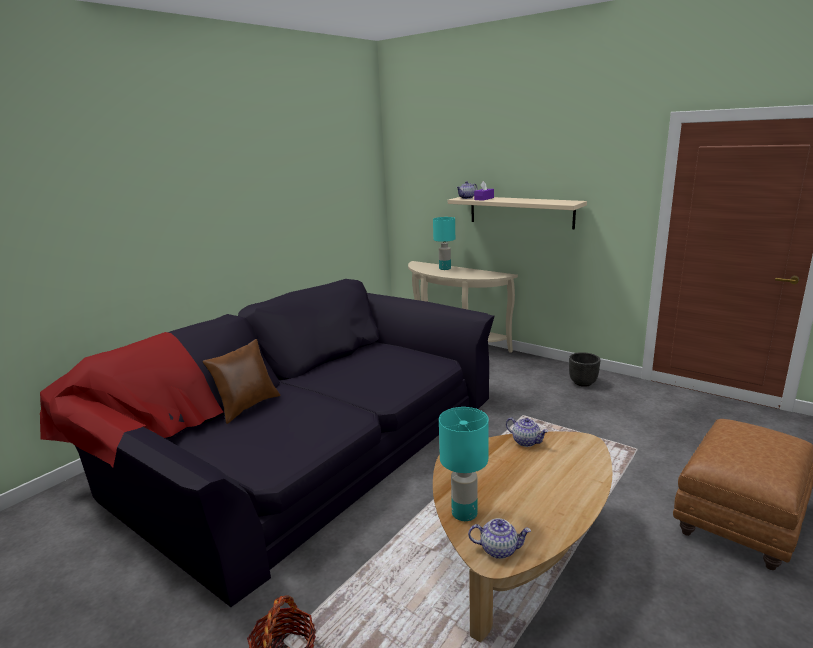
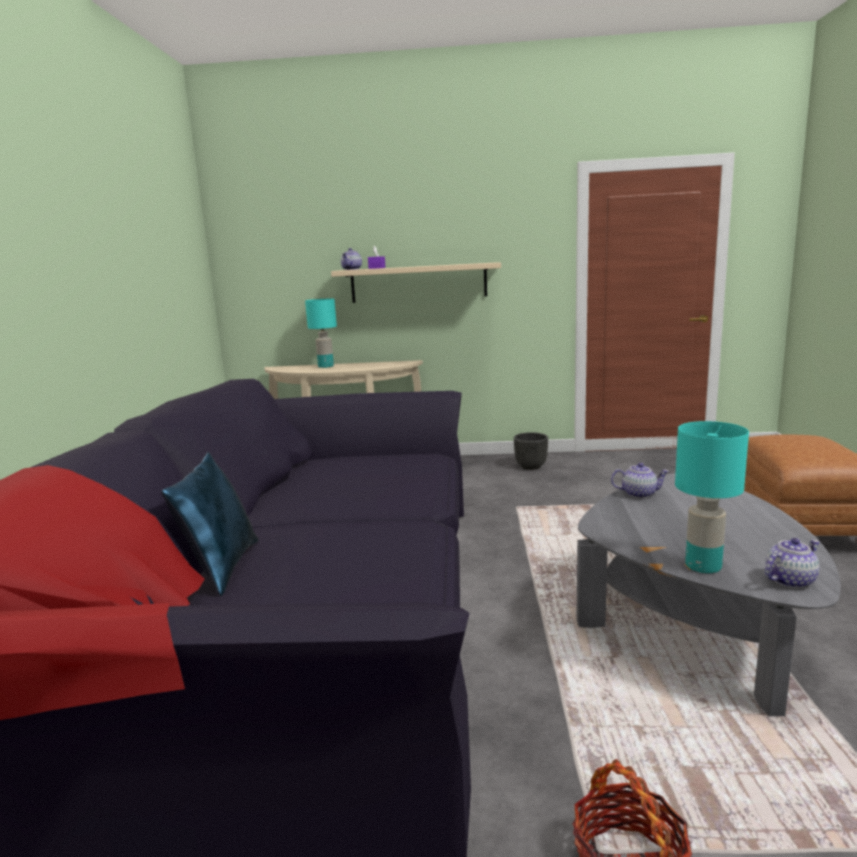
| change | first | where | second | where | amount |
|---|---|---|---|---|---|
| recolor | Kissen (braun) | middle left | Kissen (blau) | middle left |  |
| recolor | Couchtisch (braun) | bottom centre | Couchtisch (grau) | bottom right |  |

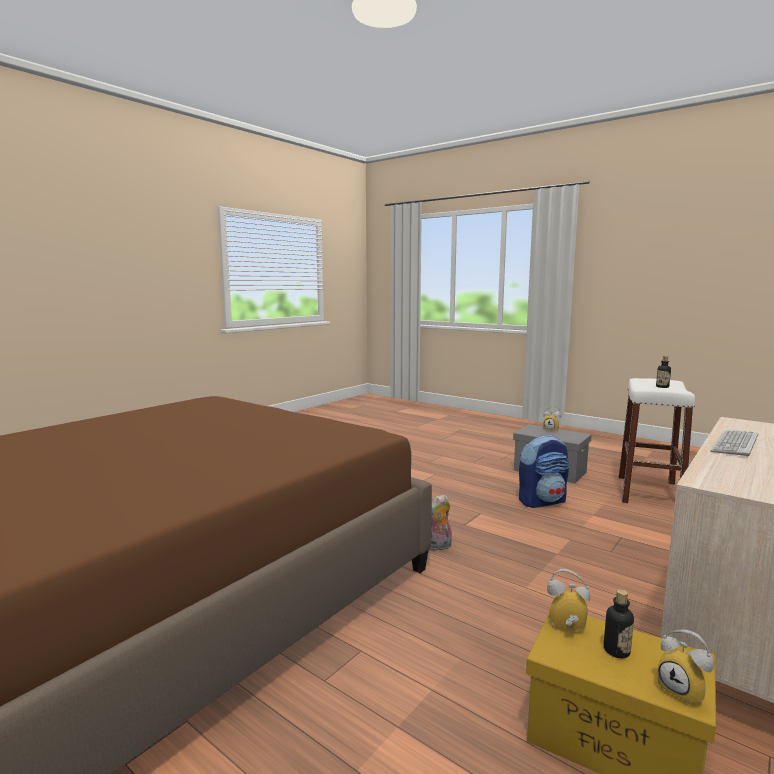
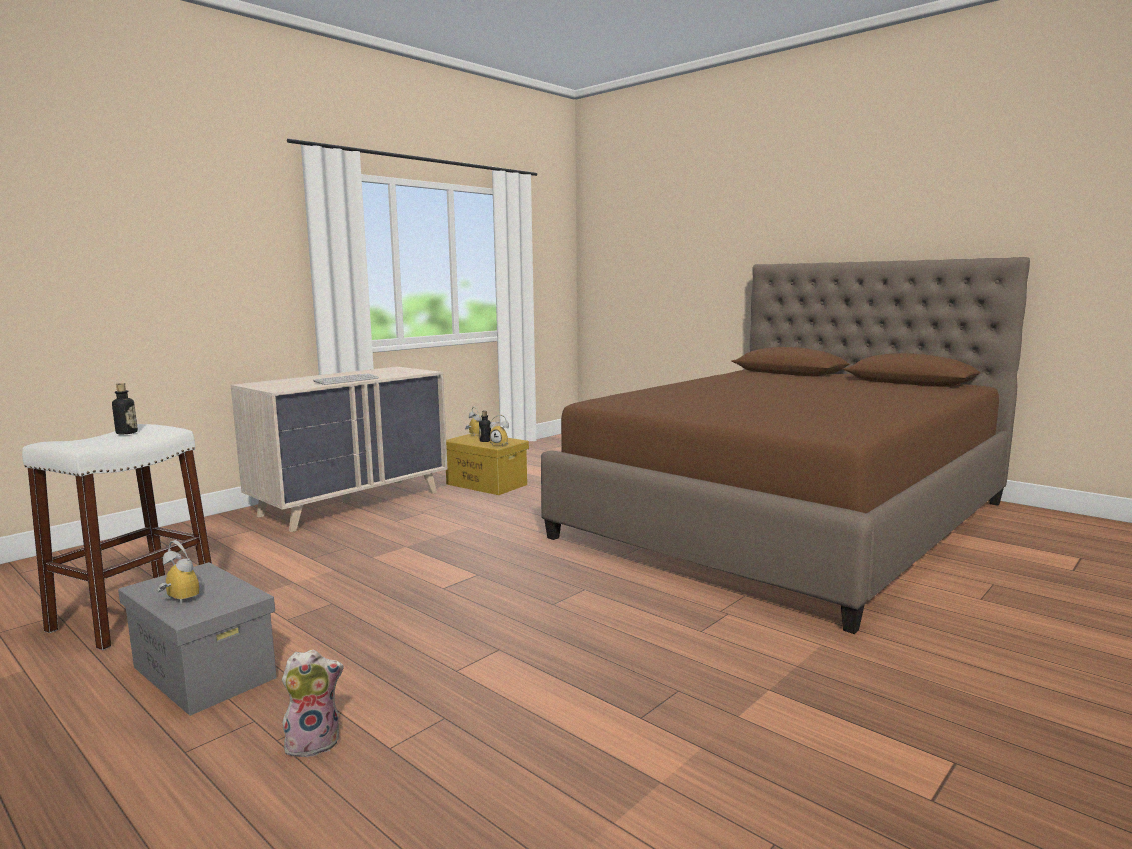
| change | first | where | second | where | amount |
|---|---|---|---|---|---|
| delete | Rucksack | middle right |  |  |  |
| move | Plüschtier | bottom centre |  | bottom left |  |

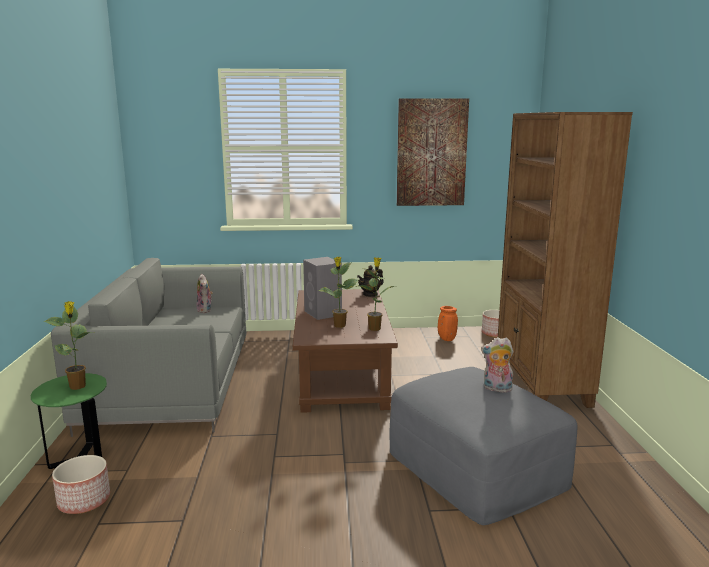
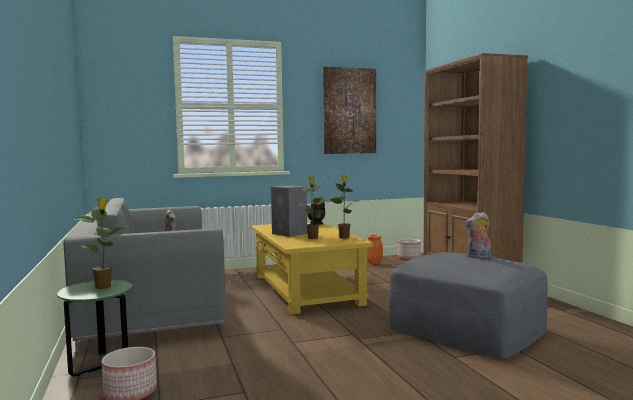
| change | first | where | second | where | amount |
|---|---|---|---|---|---|
| recolor | Couchtisch (braun) | centre | Couchtisch (gelb) | bottom centre |  |

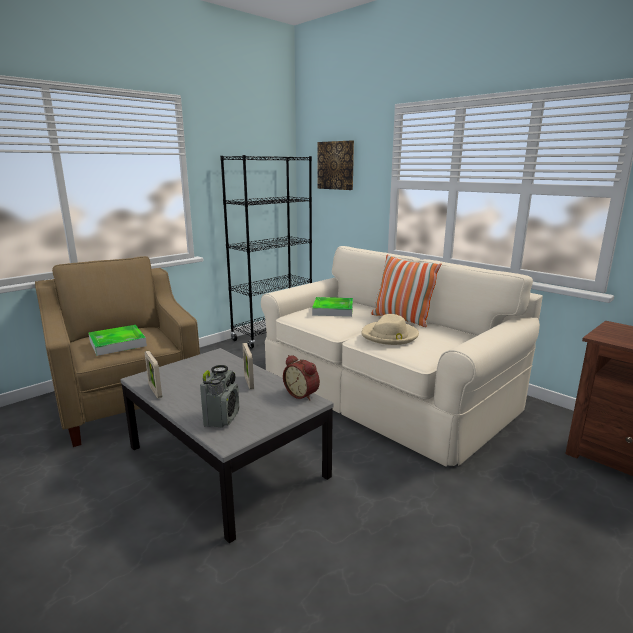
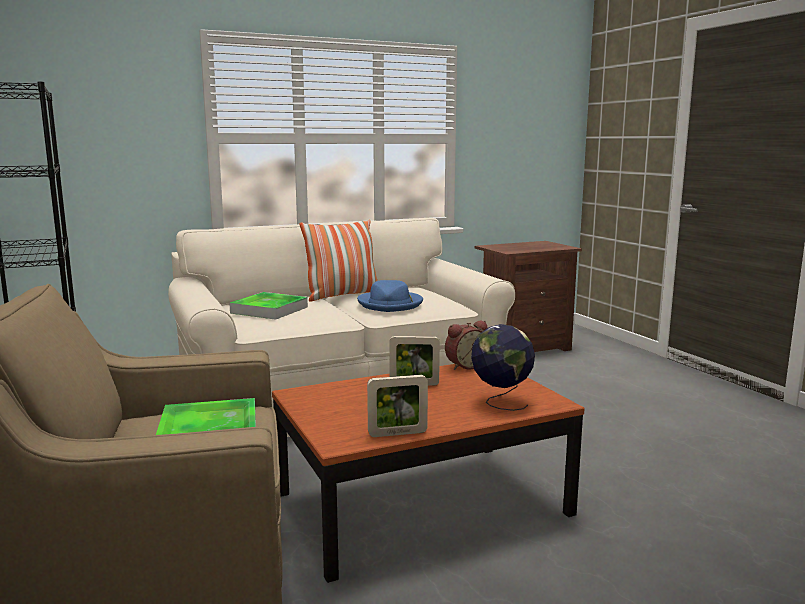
| change | first | where | second | where | amount |
|---|---|---|---|---|---|
| delete | Bild | top centre |  |  |  |
| recolor | Hut (beige) | centre | Hut (blau) | centre |  |
| recolor | Couchtisch (grau) | bottom centre | Couchtisch (braun) | bottom centre |  |
| replace | Radio | centre | Globus | centre |  |

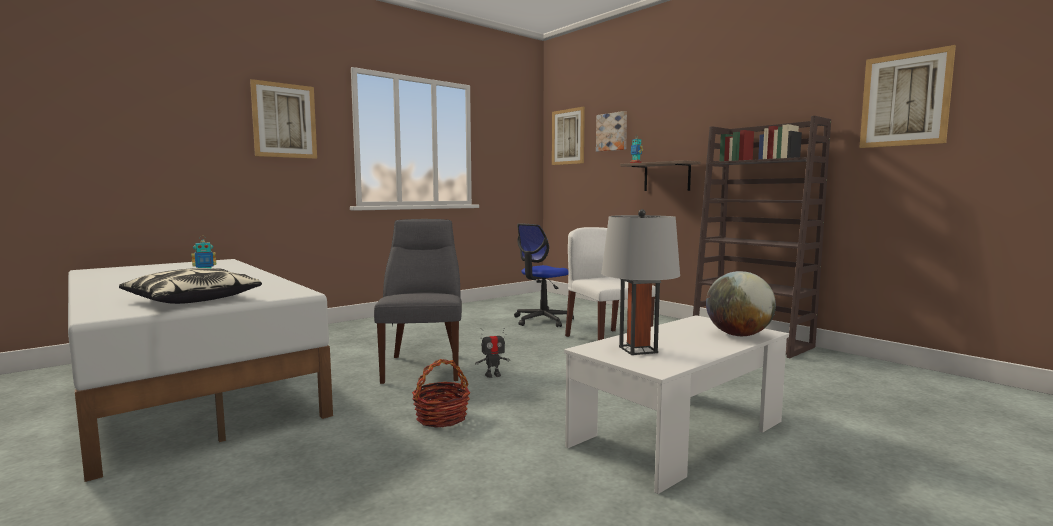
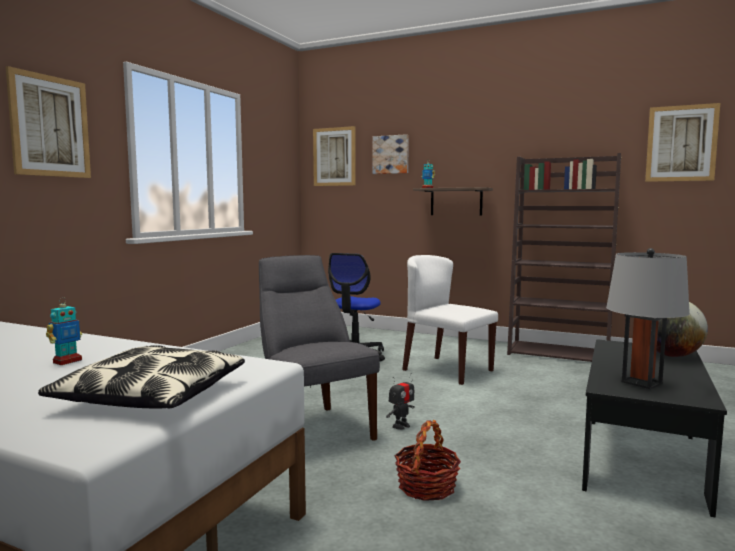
| change | first | where | second | where | amount |
|---|---|---|---|---|---|
| recolor | Couchtisch (weiß) | bottom centre | Couchtisch (schwarz) | bottom right |  |

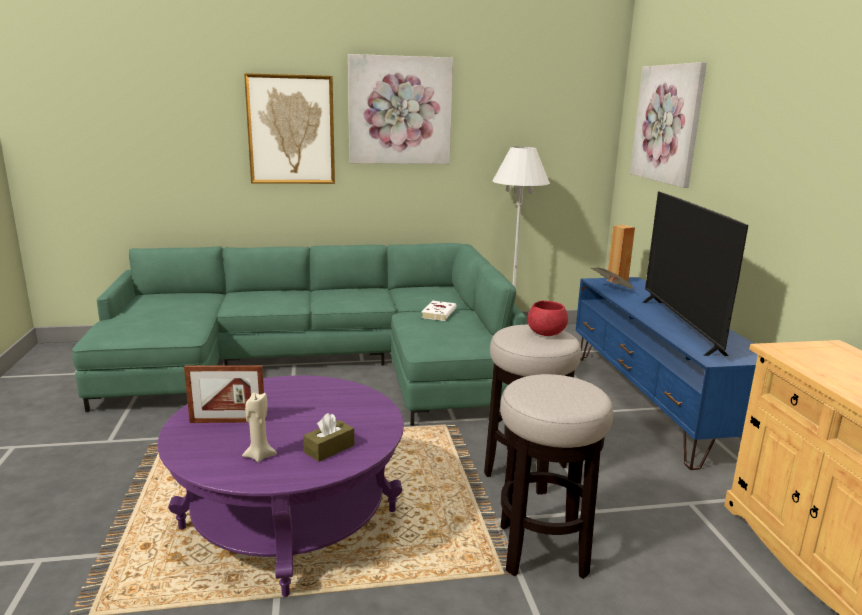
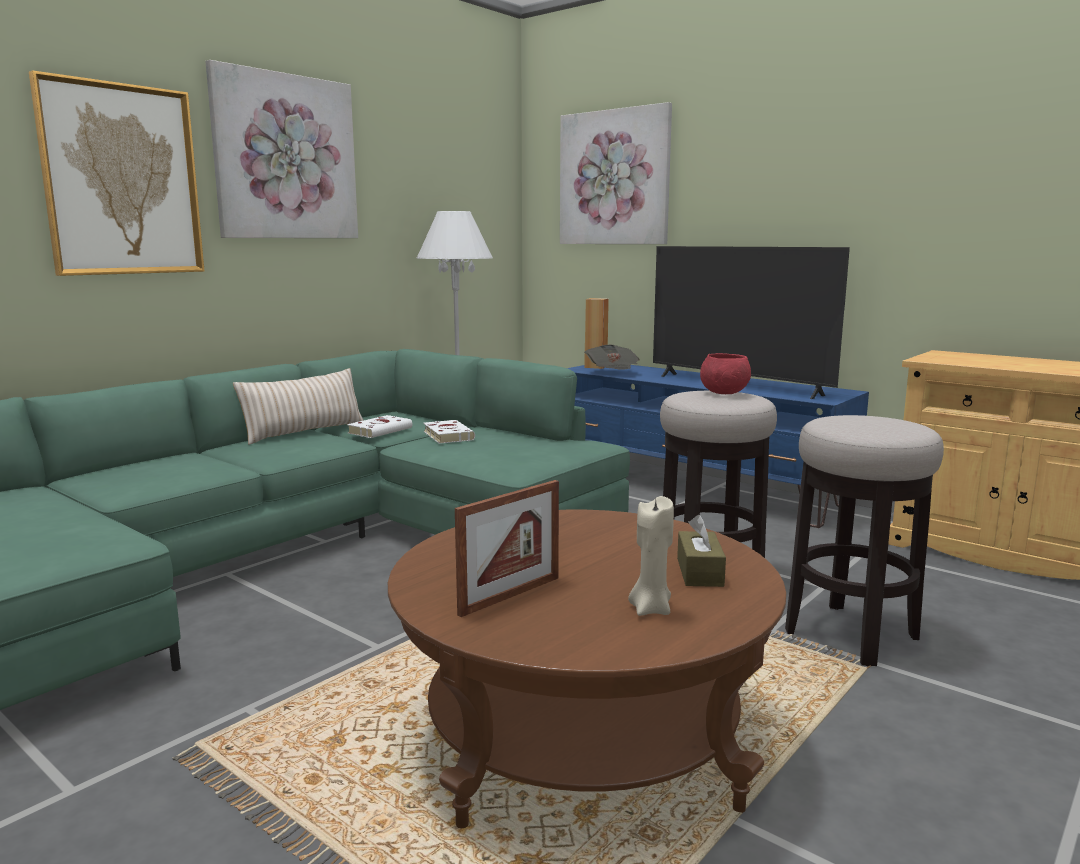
| change | first | where | second | where | amount |
|---|---|---|---|---|---|
| recolor | Couchtisch (lila) | bottom left | Couchtisch (braun) | bottom centre |  |
| insert |  |  | Kissen (beige) | middle left |  |
| insert |  |  | Buch (weiß) (1st from left) | centre |  |

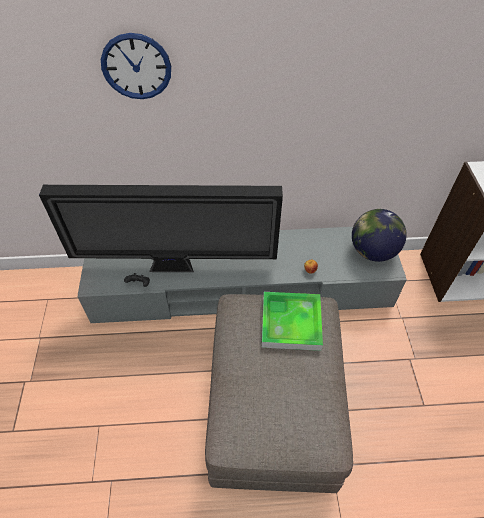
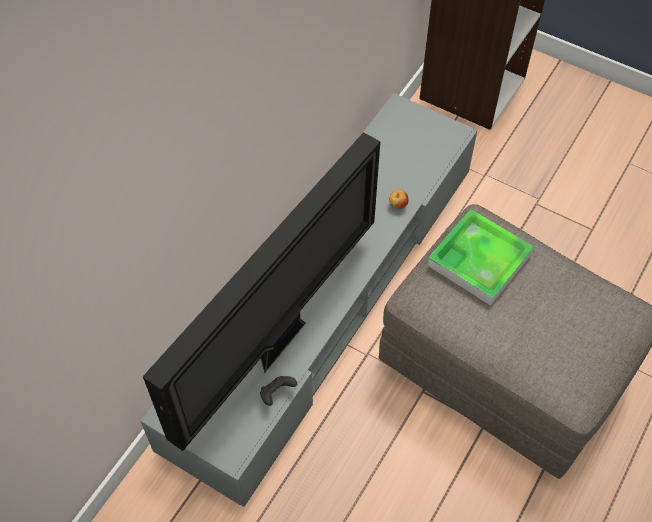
| change | first | where | second | where | amount |
|---|---|---|---|---|---|
| delete | Wanduhr | top left |  |  |  |
| delete | Globus | middle right |  |  |  |

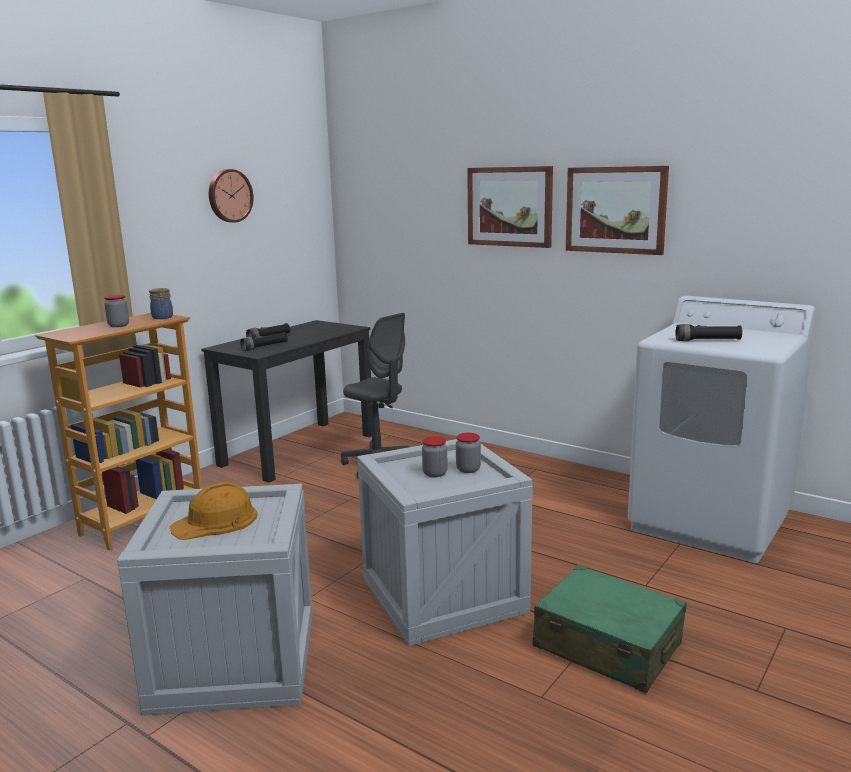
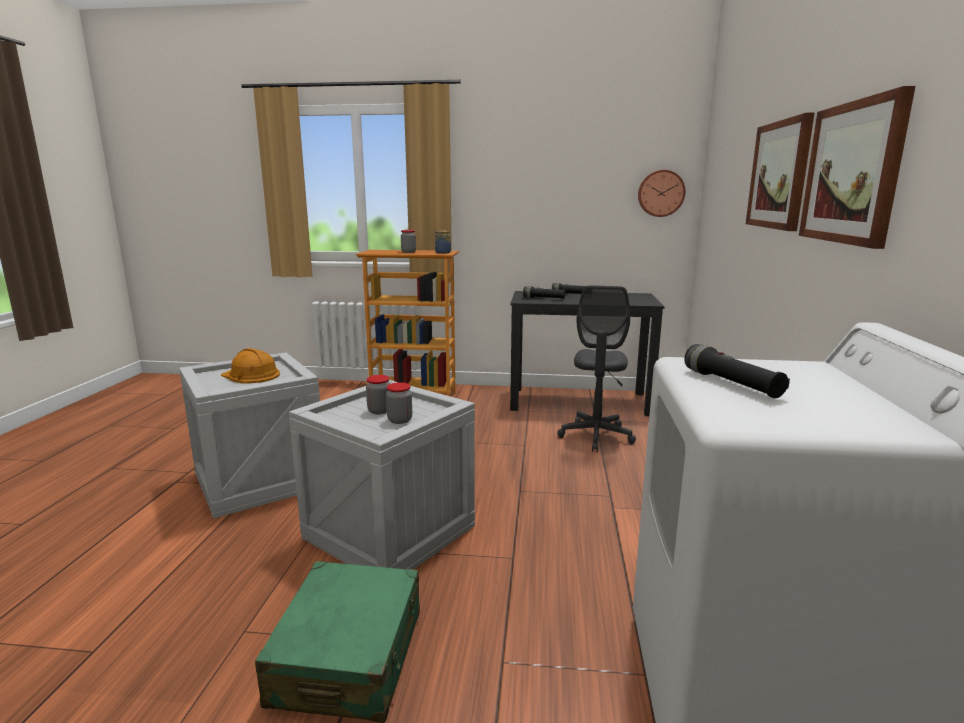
| change | first | where | second | where | amount |
|---|---|---|---|---|---|
| move | Wanduhr | top left |  | top right |  |

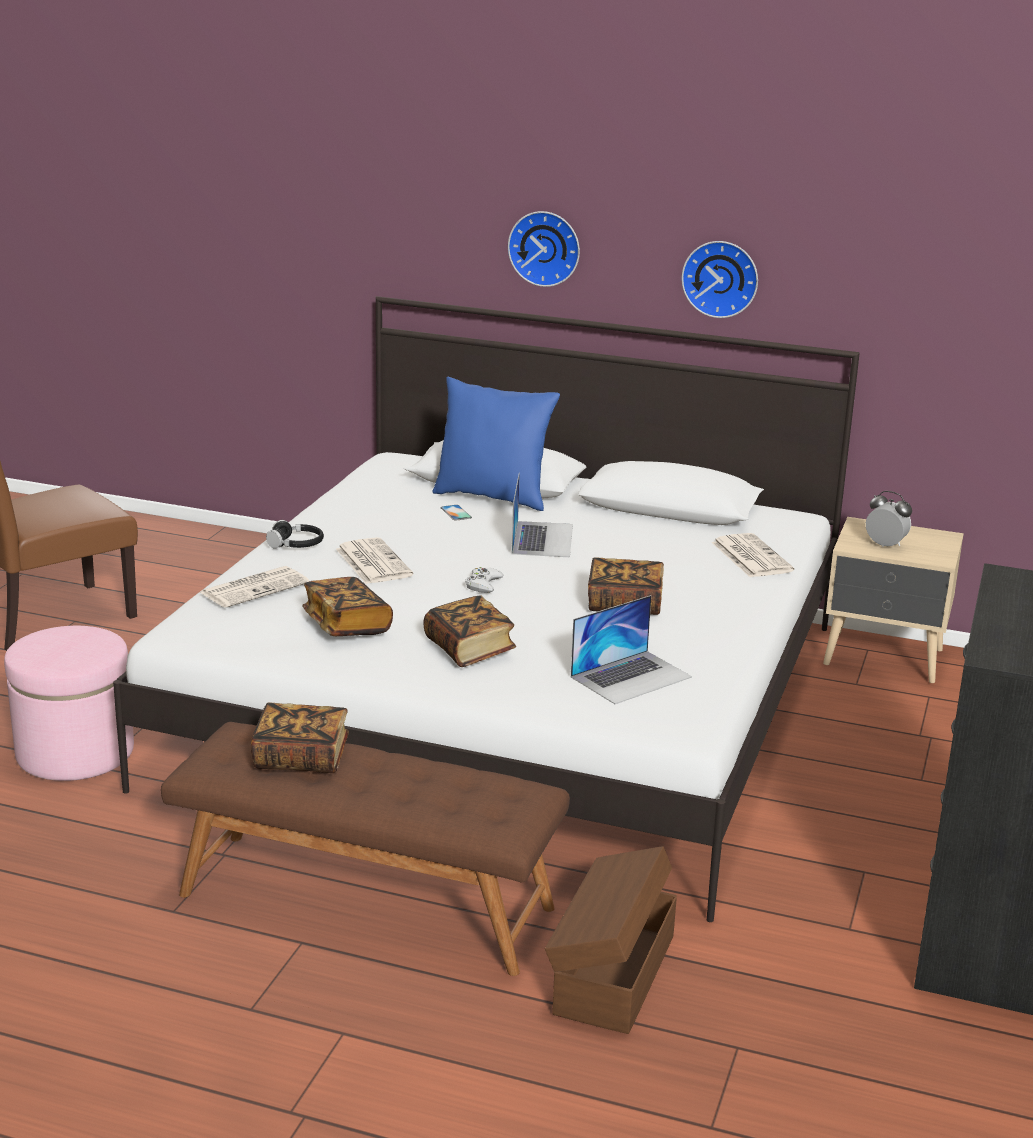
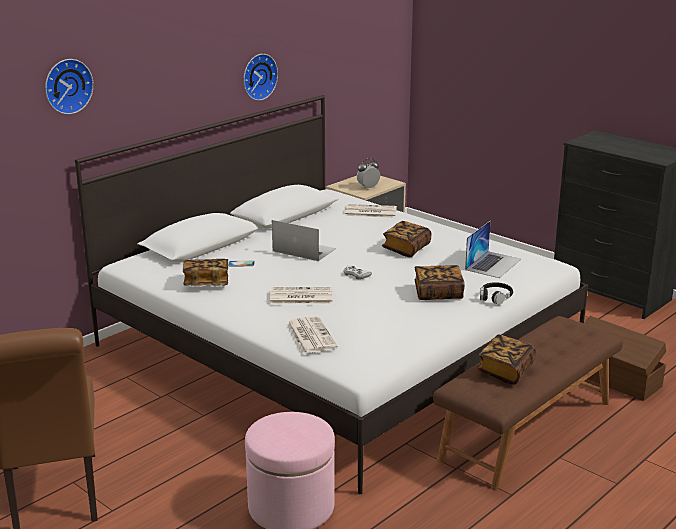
| change | first | where | second | where | amount |
|---|---|---|---|---|---|
| move | Wanduhr (1st from left) | top centre |  | top left |  |
| delete | Kissen (blau) | centre |  |  |  |
| move | Kopfhörer (schwarz) | middle left |  | middle right |  |
| move | Buch (2nd from left in the first image) | centre | Buch (1st from left) | middle left |  |
| rotate | Laptop (2nd from left) | centre |  | middle right | 45 degrees clockwise |

